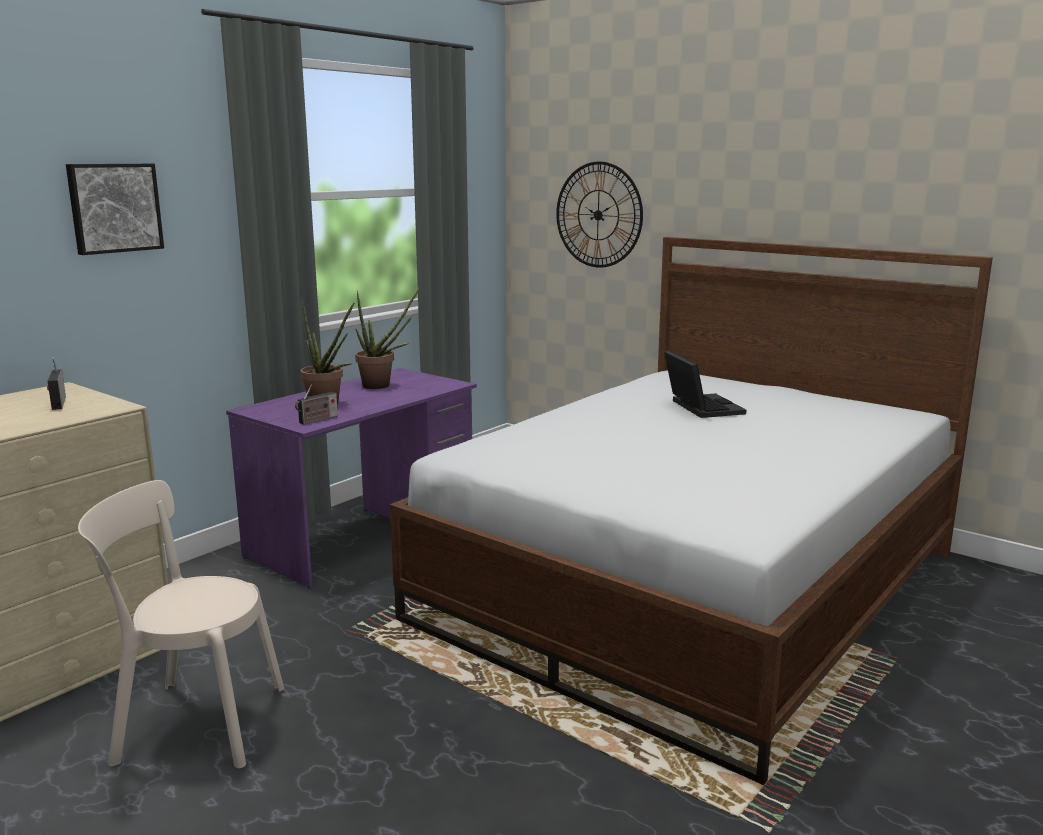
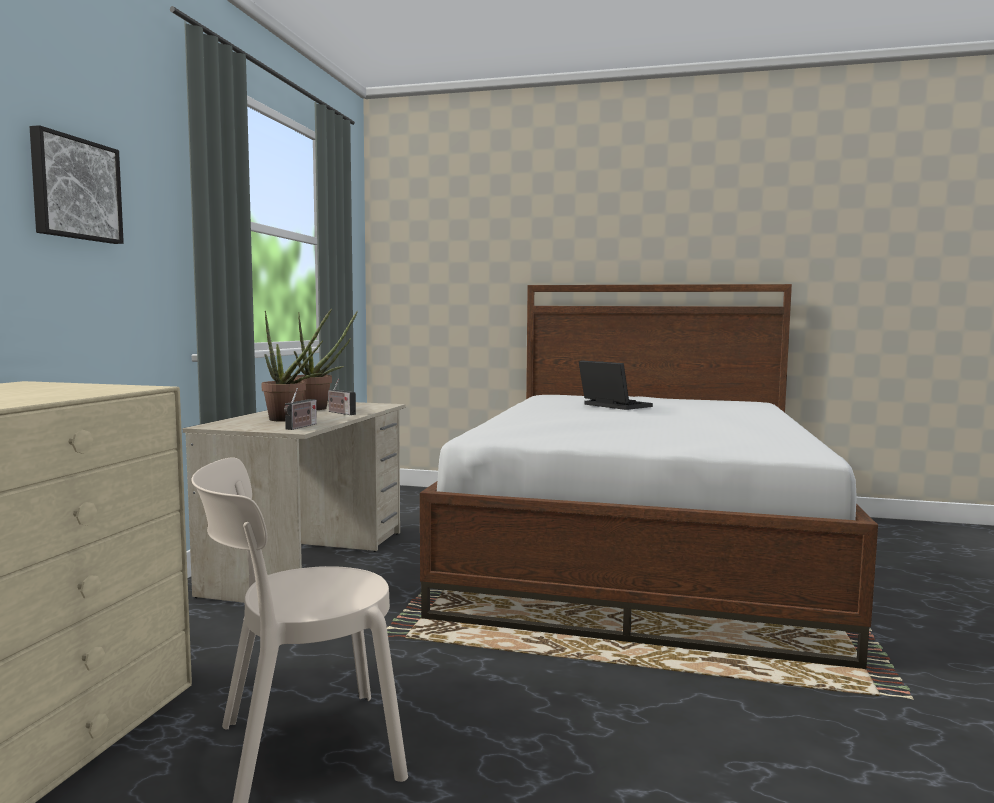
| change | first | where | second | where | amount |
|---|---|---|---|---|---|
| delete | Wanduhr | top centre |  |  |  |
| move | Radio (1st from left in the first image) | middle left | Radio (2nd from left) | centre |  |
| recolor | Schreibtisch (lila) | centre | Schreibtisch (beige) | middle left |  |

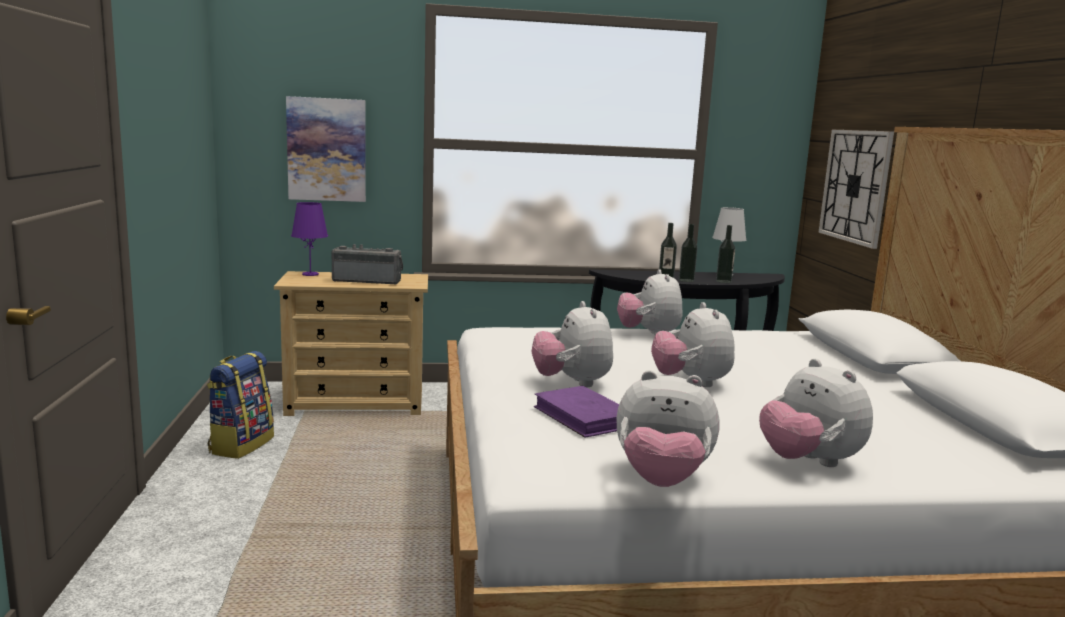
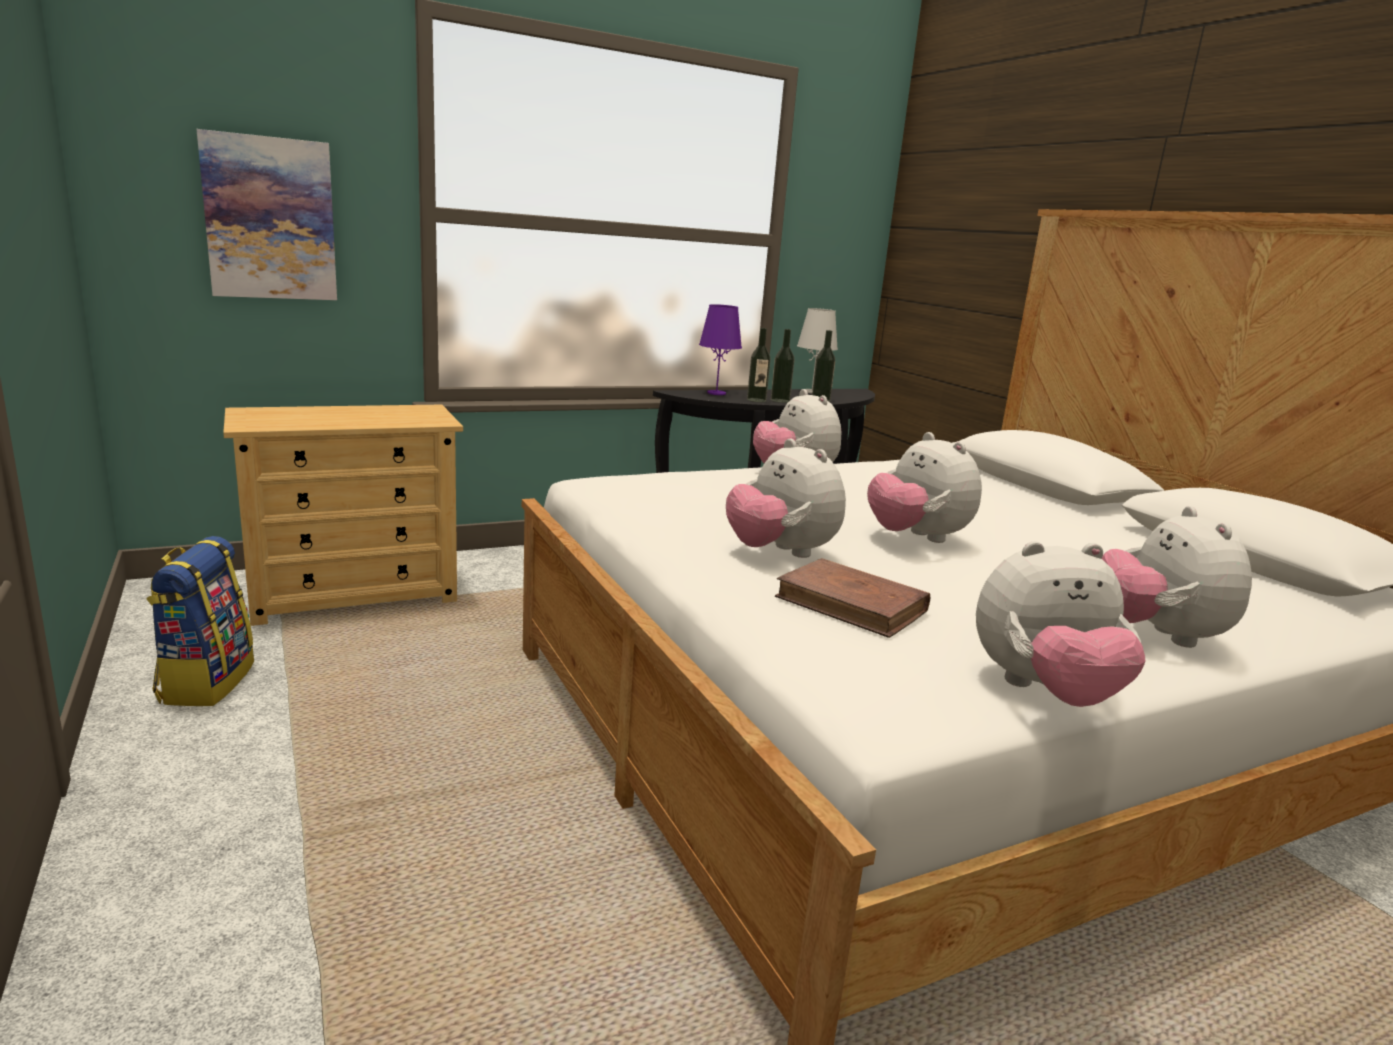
| change | first | where | second | where | amount |
|---|---|---|---|---|---|
| delete | Wanduhr | top right |  |  |  |
| move | Tischlampe (lila) | middle left |  | centre |  |
| delete | Radio | centre |  |  |  |
| rotate | Plüschtier (5th from left) | bottom right |  | middle right | 45 degrees clockwise |
| recolor | Buch (lila) | bottom centre | Buch (braun) | centre |  |

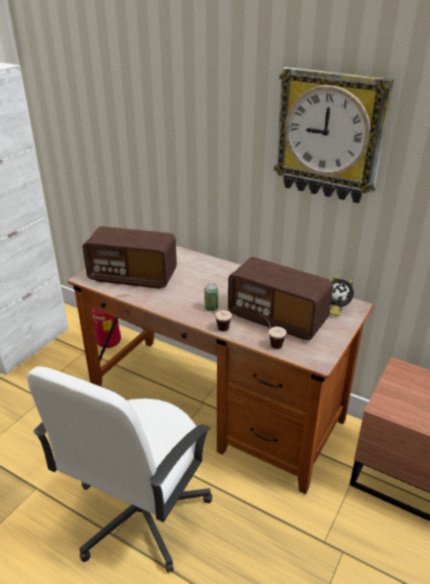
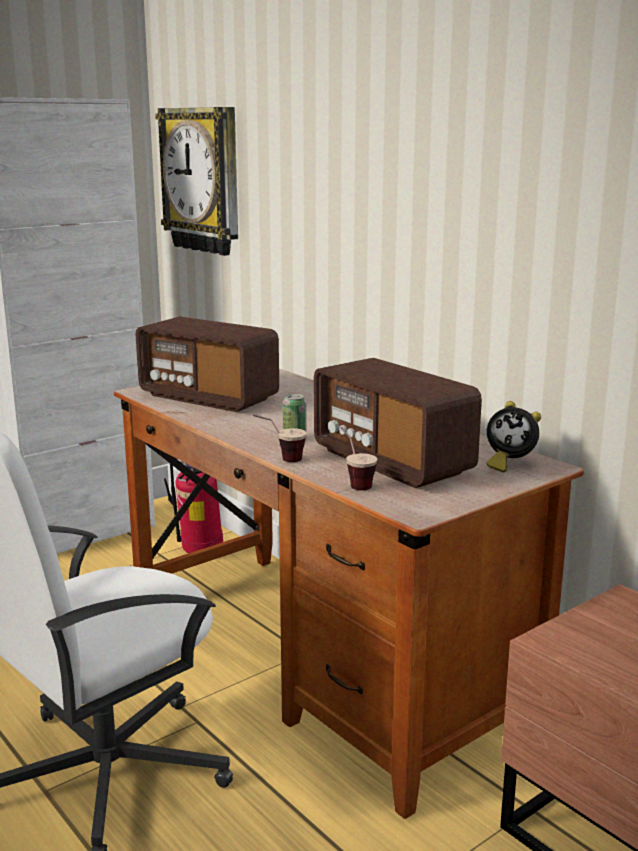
| change | first | where | second | where | amount |
|---|---|---|---|---|---|
| move | Wanduhr | top right |  | top left |  |

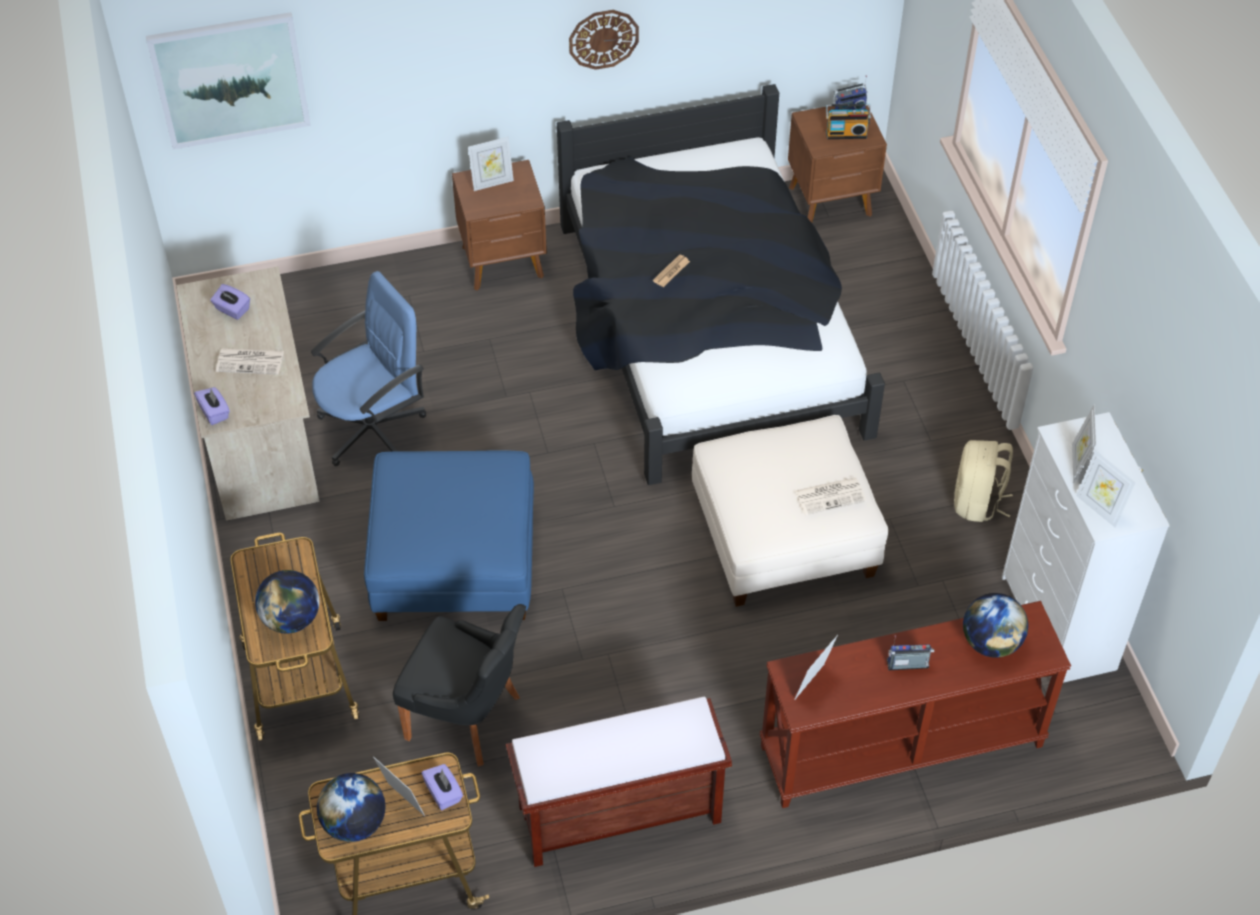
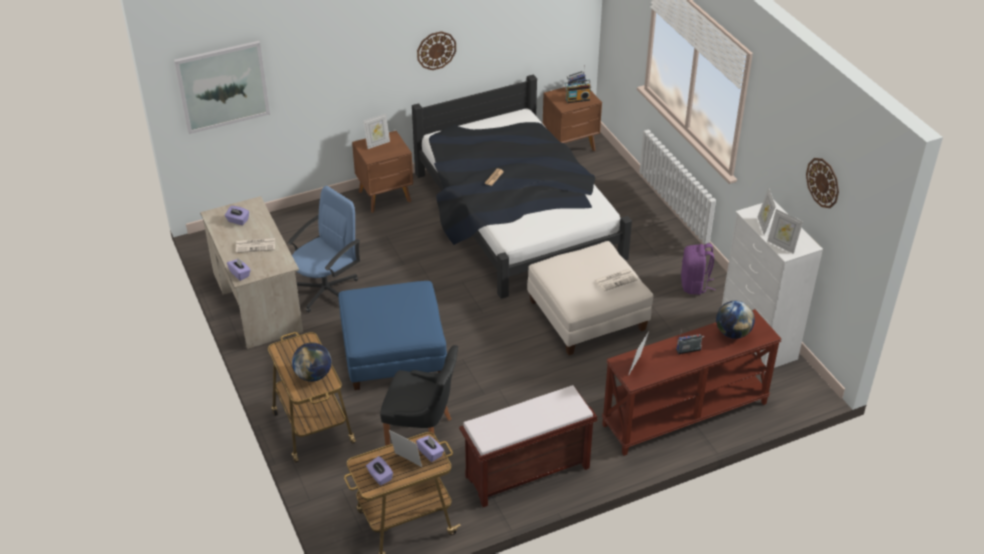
| change | first | where | second | where | amount |
|---|---|---|---|---|---|
| recolor | Rucksack (beige) | middle right | Rucksack (lila) | middle right |  |
| replace | Globus (2nd from left) | bottom left | Taschentuchbox (lila) (3rd from left) | bottom centre |  |
| insert |  |  | Wanduhr (2nd from left) | top right |  |

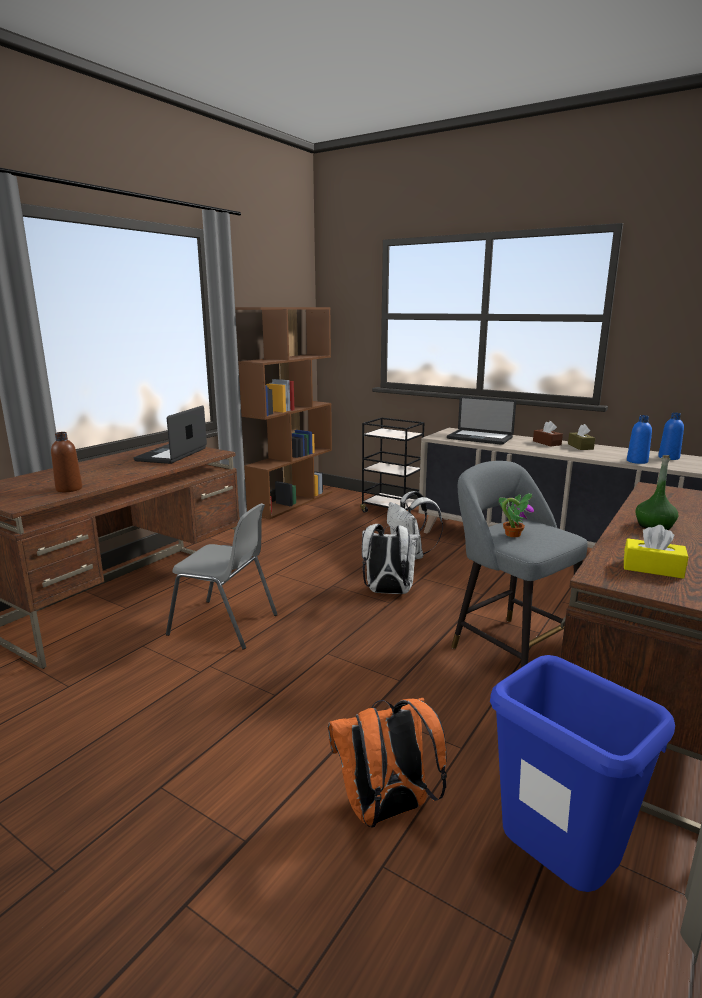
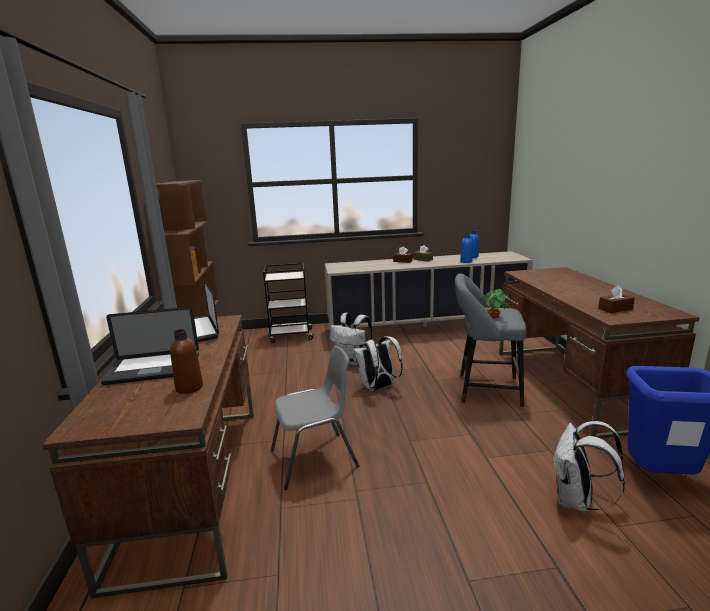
| change | first | where | second | where | amount |
|---|---|---|---|---|---|
| move | Laptop (2nd from left in the first image) | middle right | Laptop (1st from left) | middle left |  |
| delete | Flasche (grün) | middle right |  |  |  |
| recolor | Taschentuchbox (gelb) | middle right | Taschentuchbox (braun) (3rd from left) | middle right |  |
| recolor | Rucksack (orange) | bottom centre | Rucksack (weiß) (3rd from left) | bottom right |  |

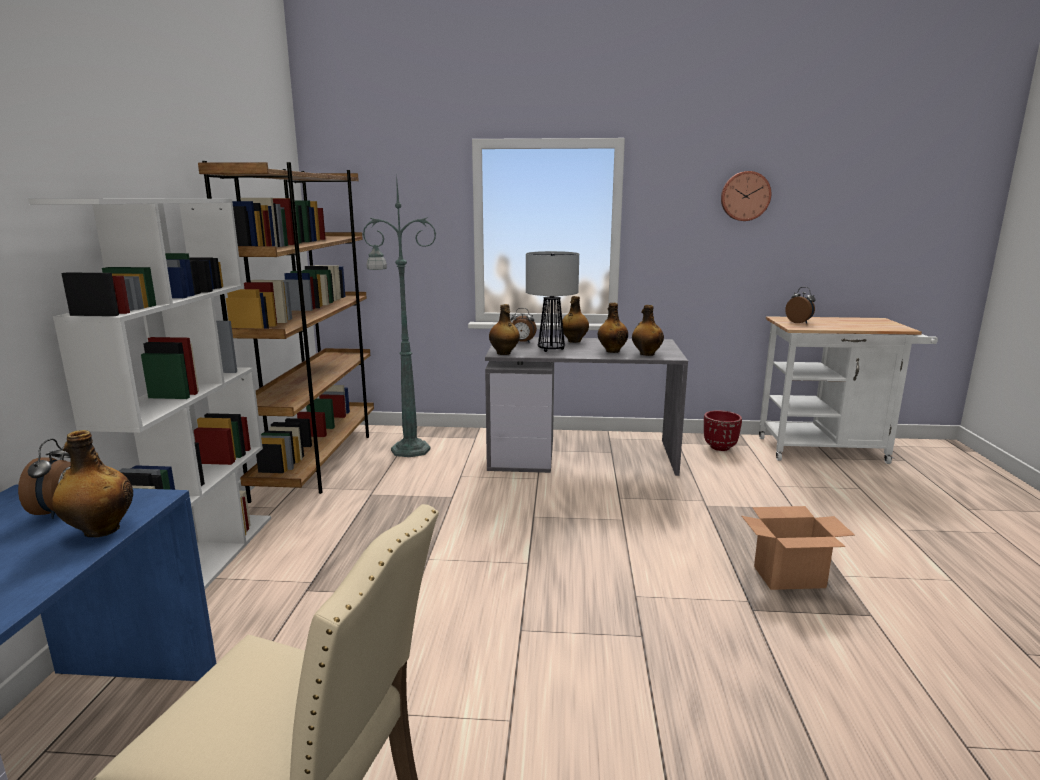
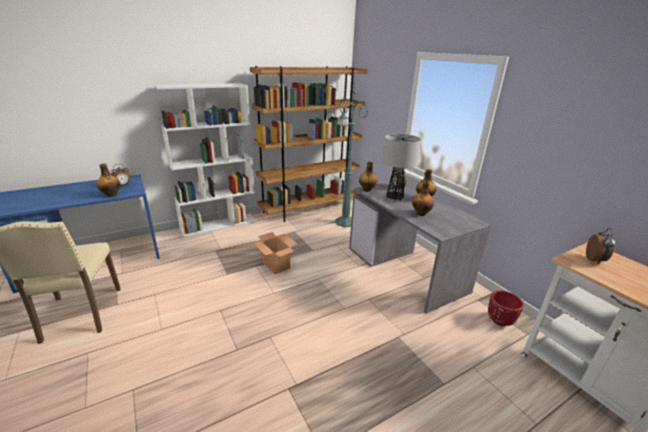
| change | first | where | second | where | amount |
|---|---|---|---|---|---|
| delete | Wanduhr | top right |  |  |  |
| delete | Flasche (5th from left) | centre |  |  |  |
| move | Karton | bottom right |  | centre |  |

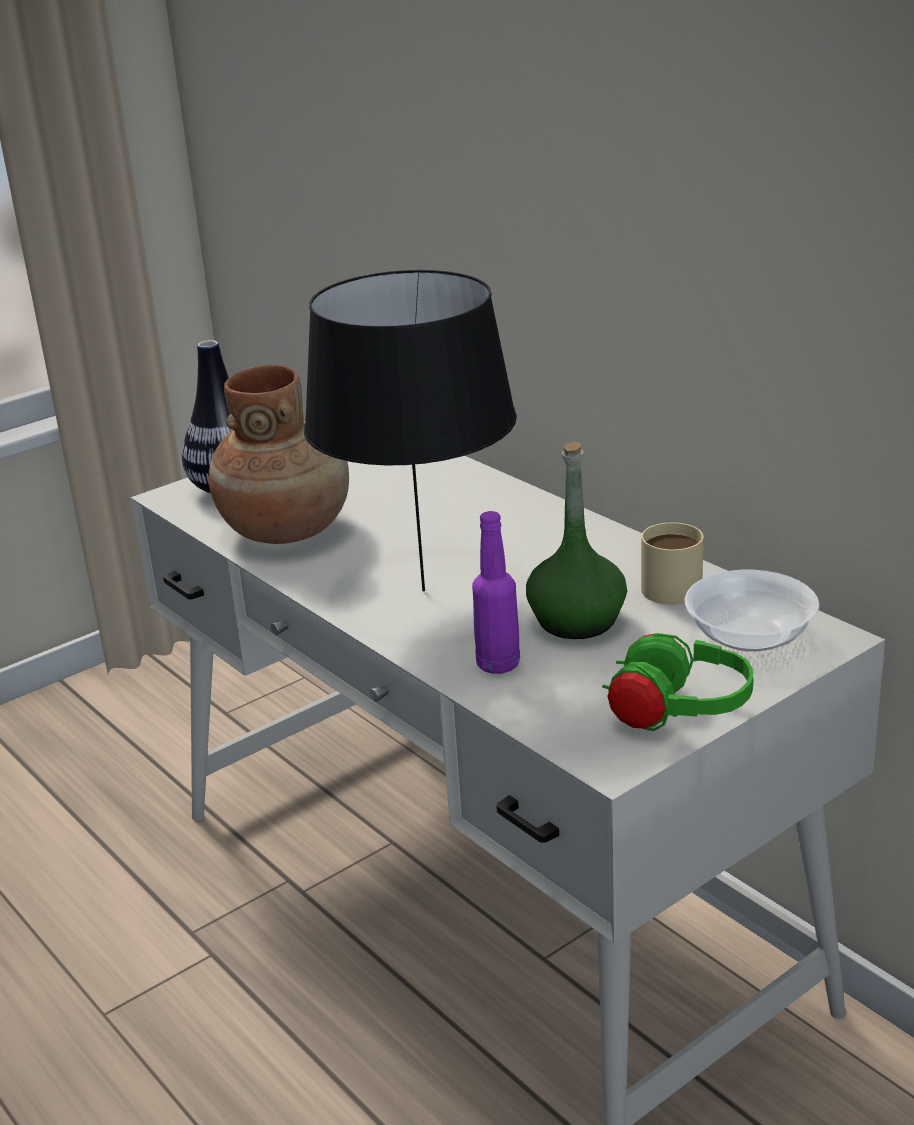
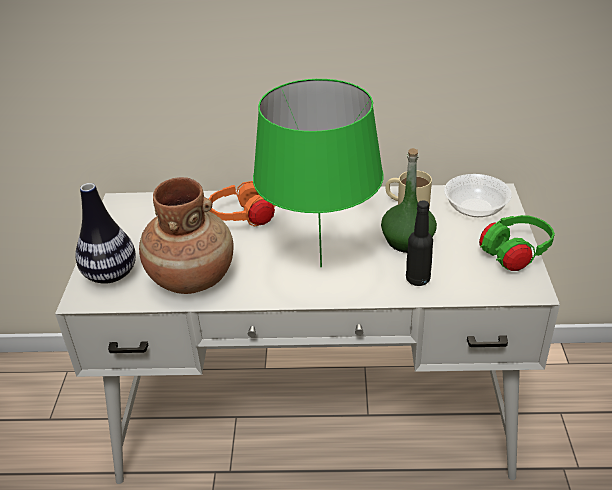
| change | first | where | second | where | amount |
|---|---|---|---|---|---|
| recolor | Tischlampe (schwarz) | centre | Tischlampe (grün) | centre |  |
| recolor | Flasche (lila) | centre | Flasche (schwarz) | middle right |  |
| insert |  |  | Kopfhörer (orange) | centre |  |

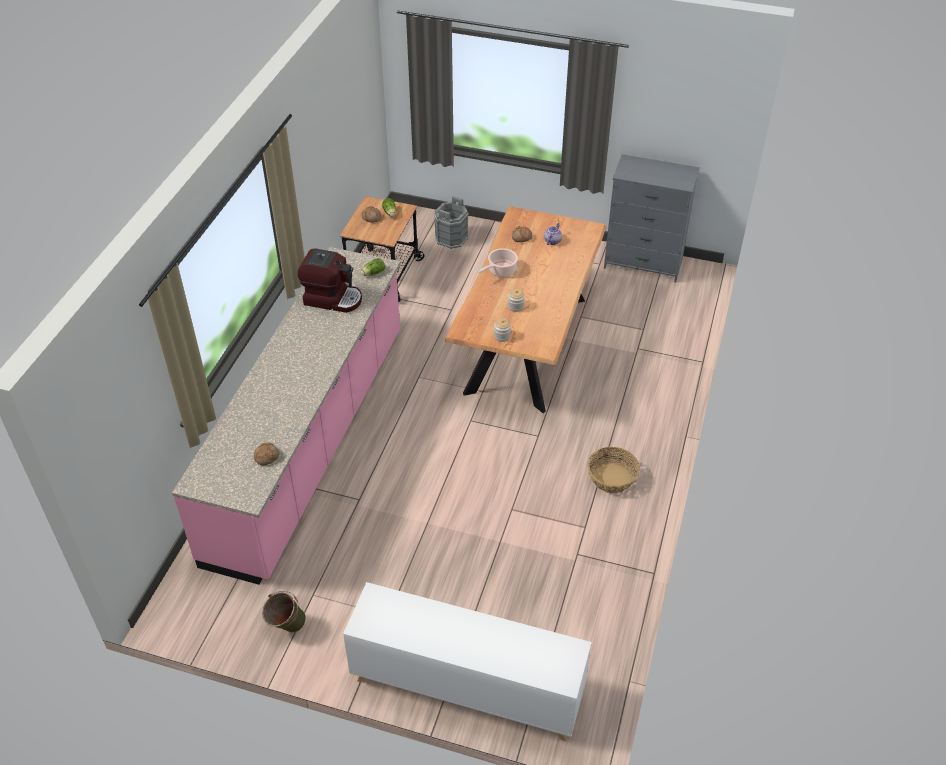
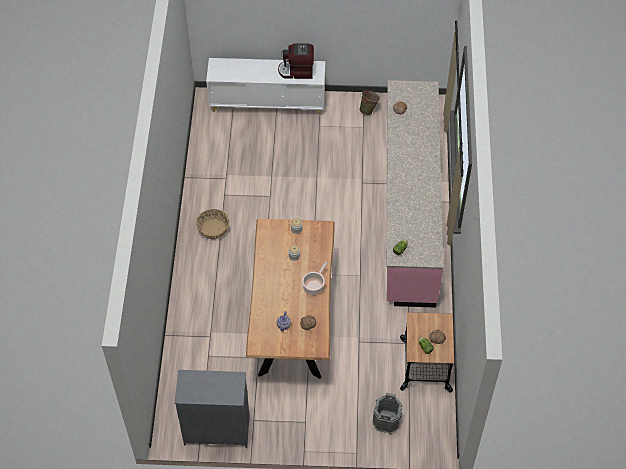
| change | first | where | second | where | amount |
|---|---|---|---|---|---|
| move | Kaffeemaschine | centre |  | top centre |  |

